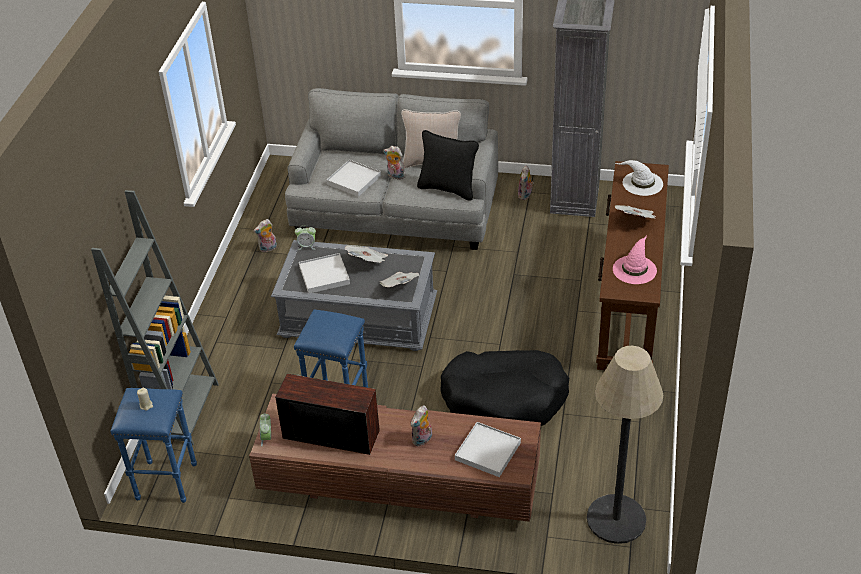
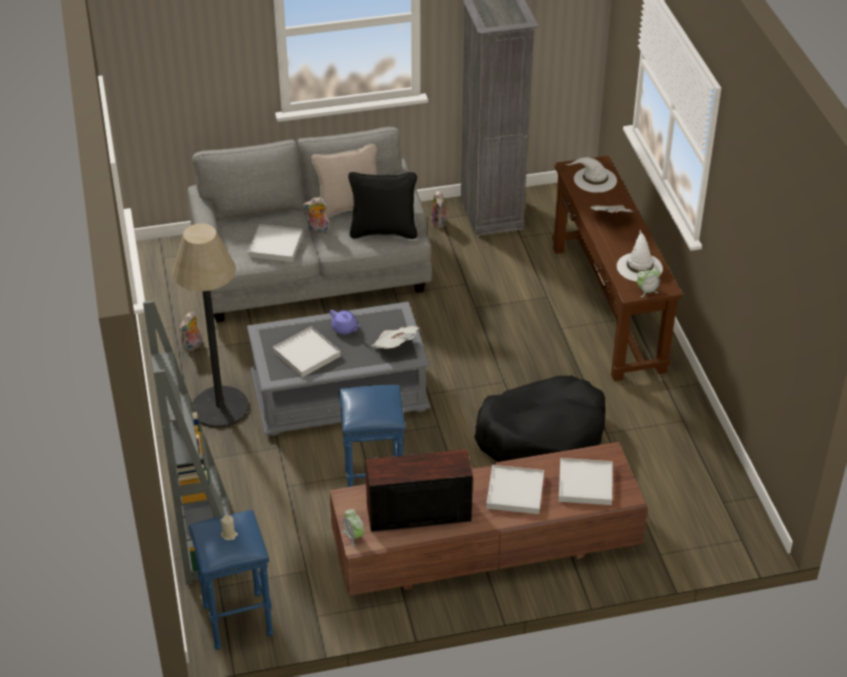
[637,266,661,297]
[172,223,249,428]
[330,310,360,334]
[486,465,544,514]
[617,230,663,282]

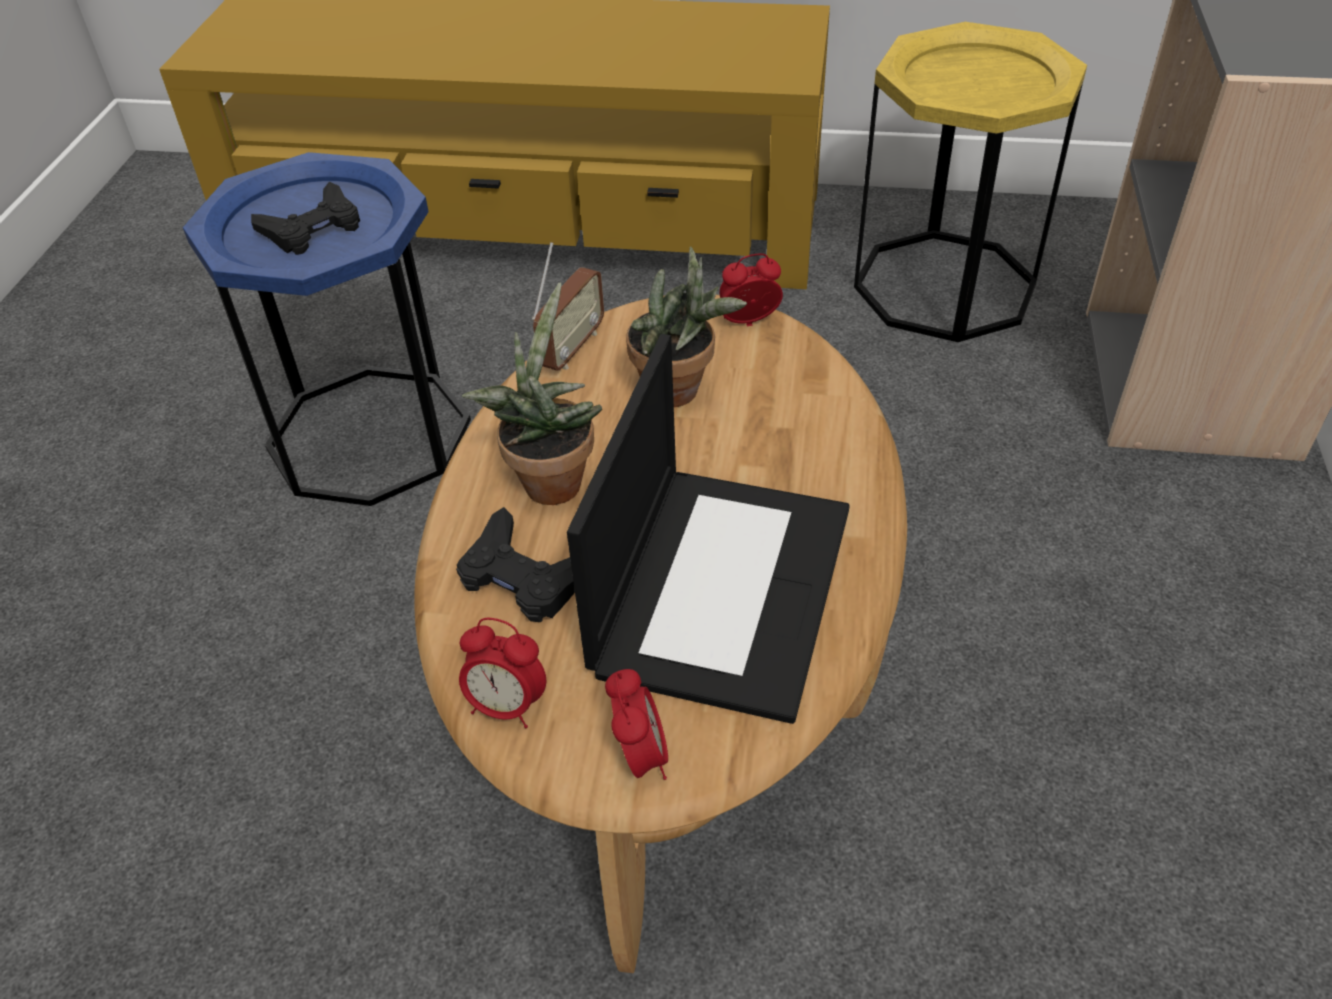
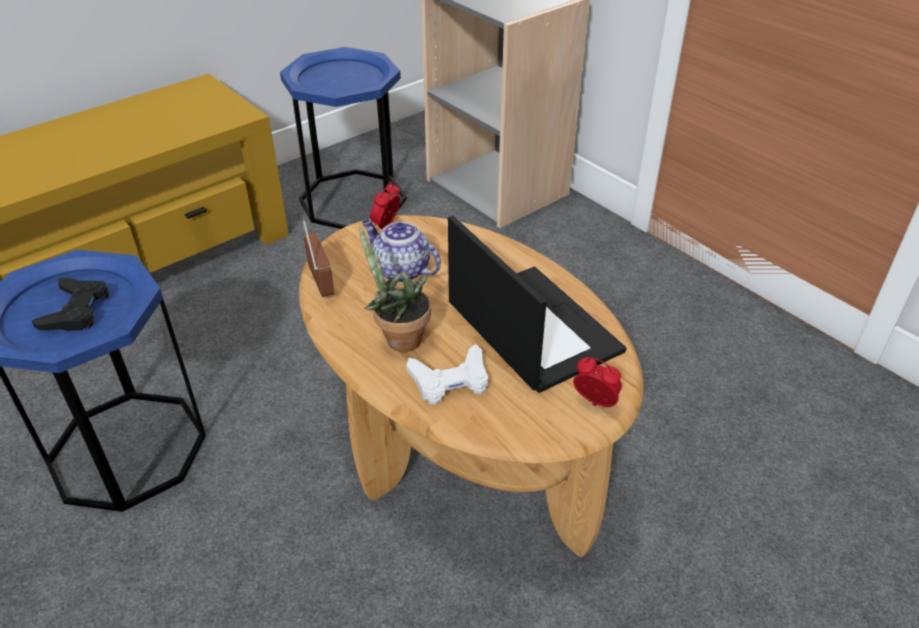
[459,618,546,728] (first image)
[362,219,441,283]
[406,344,488,405]
[280,47,407,229]

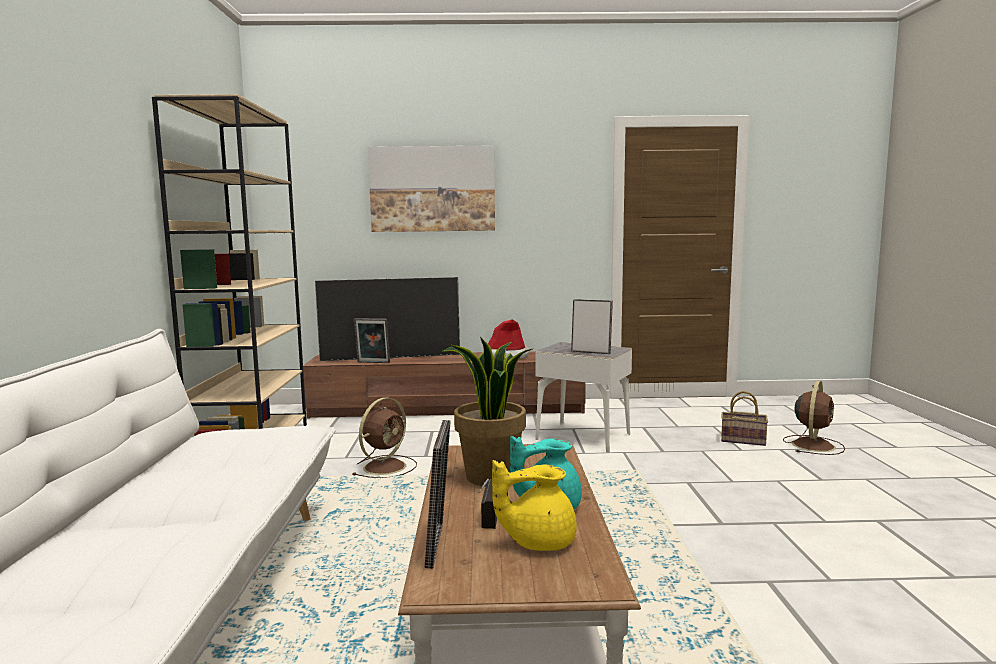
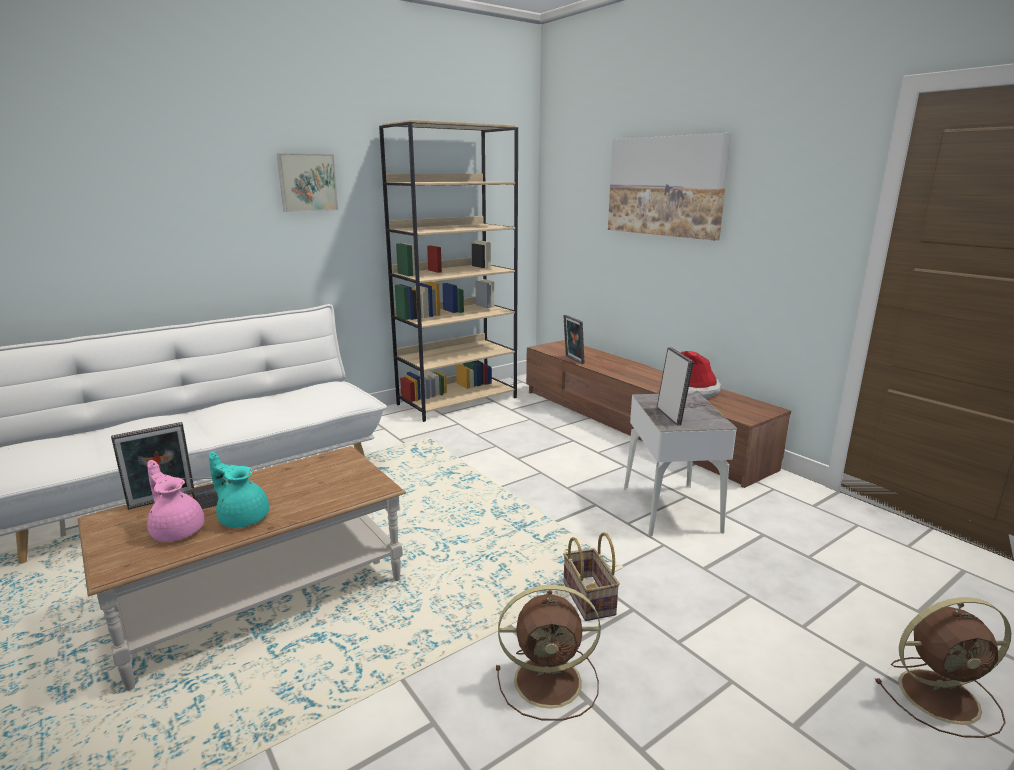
[315,277,460,361] (first image)
[442,337,533,486] (first image)
[277,153,338,212]
[496,585,601,721]
[563,532,620,621]
[147,460,205,542]

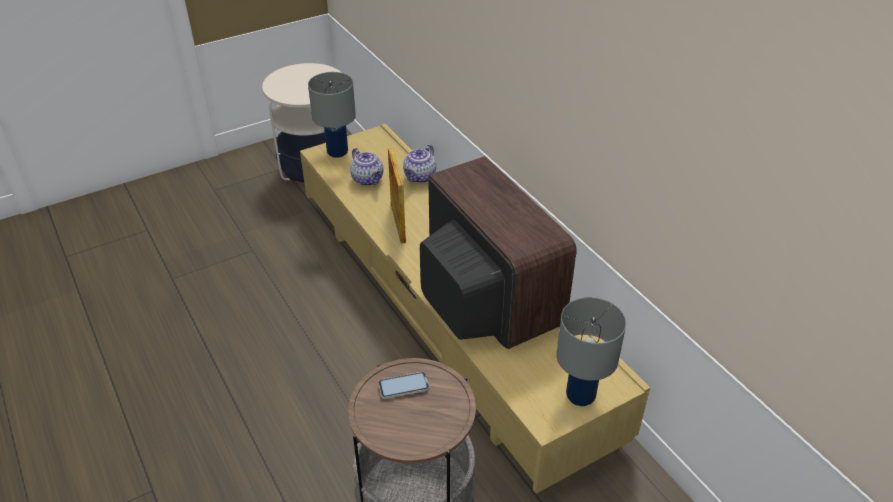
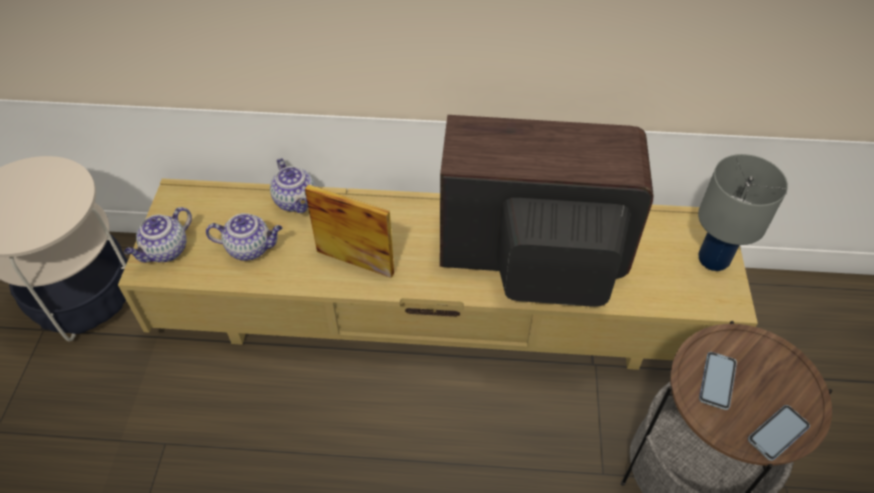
[748,405,810,461]
[124,207,192,263]

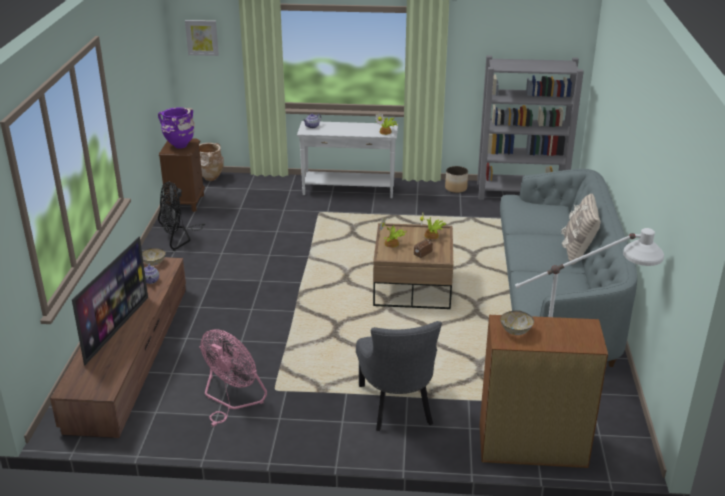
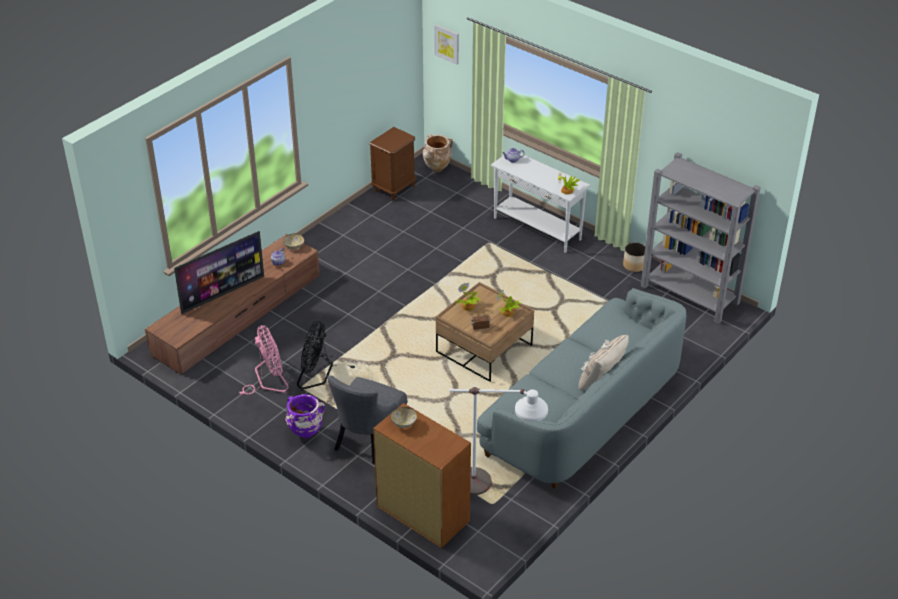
[286,394,325,438]
[297,321,356,391]

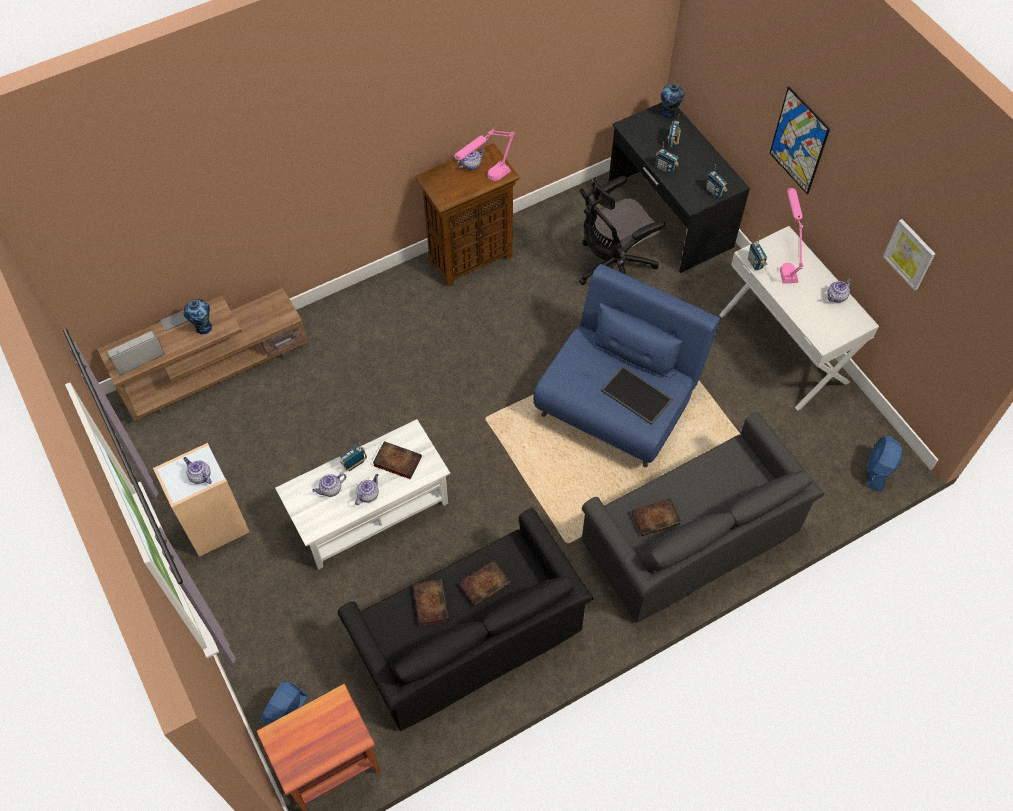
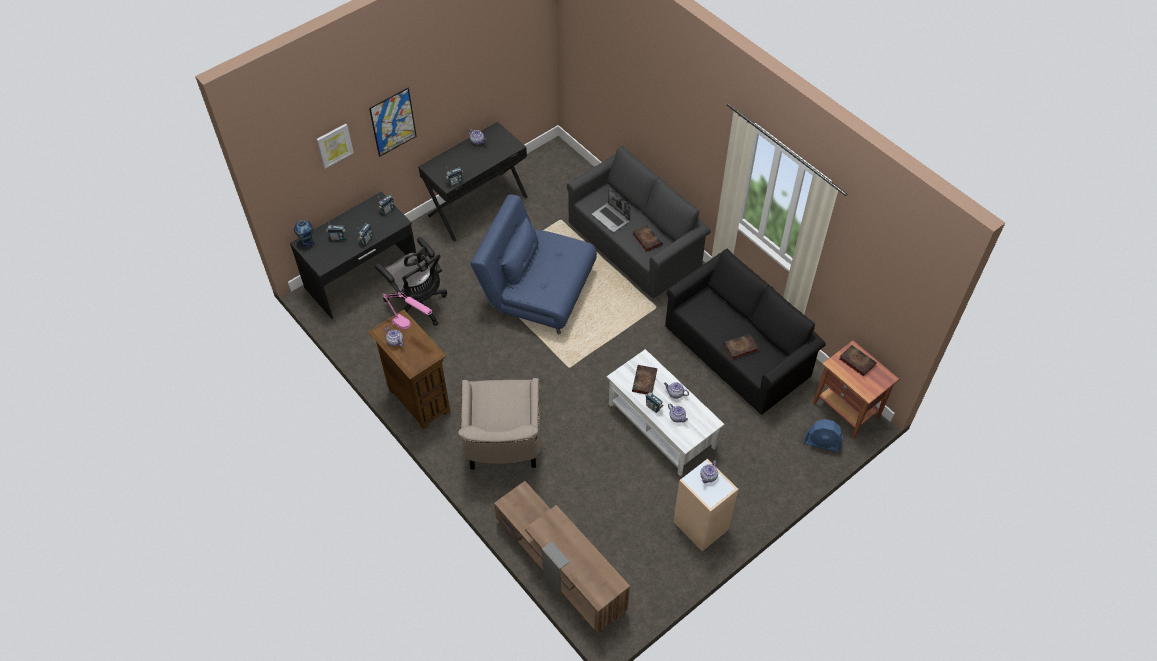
[184,299,212,334] (first image)
[601,366,673,425] (first image)
[780,188,804,284] (first image)
[866,436,902,492] (first image)
[458,378,541,470]
[592,188,631,232]
[839,345,877,377]
[317,124,354,169]
[418,122,528,242]

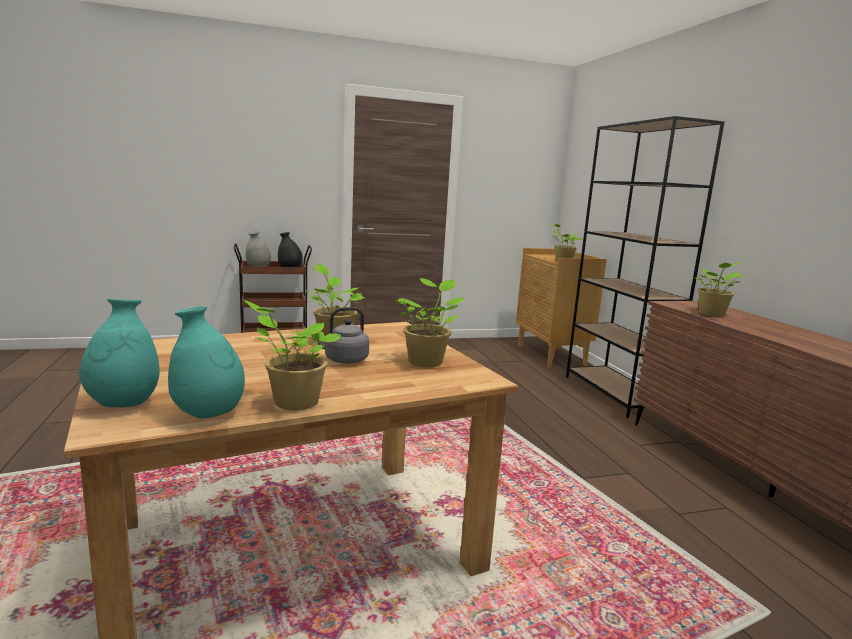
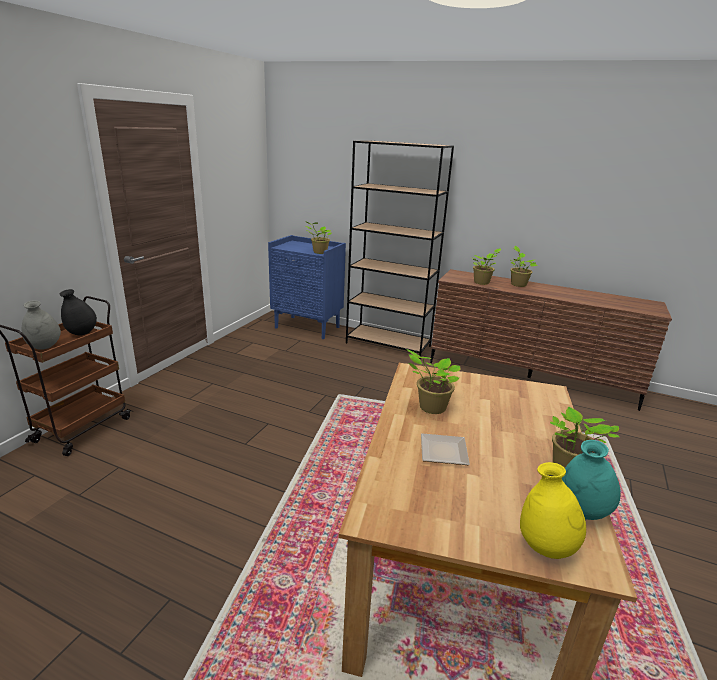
[317,307,369,364] (first image)
[421,433,470,465]
[510,246,538,287]
[520,462,586,559]
[268,235,346,339]

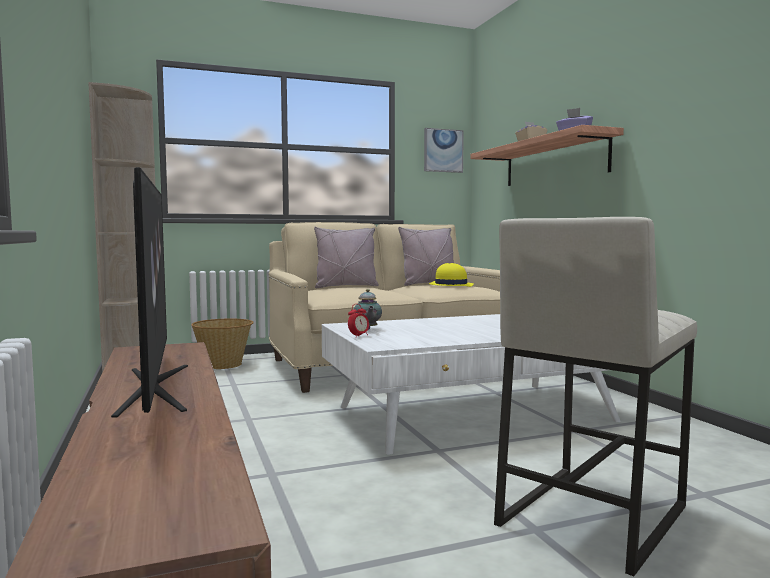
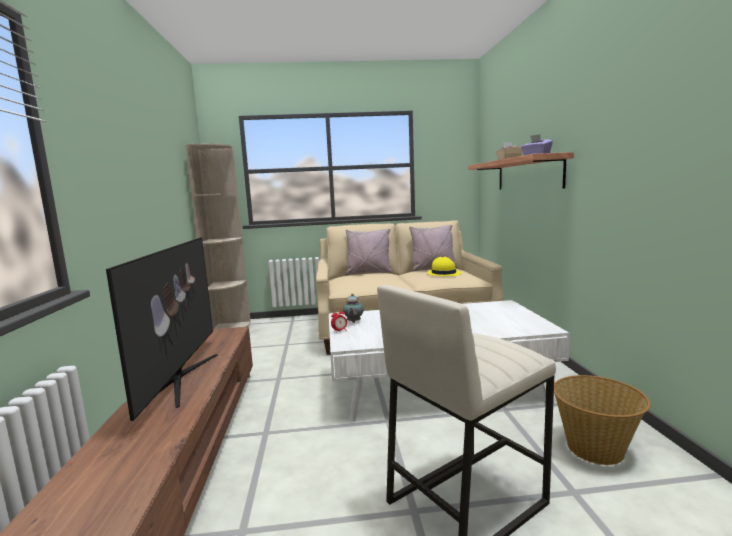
[424,128,464,173] (first image)
[554,375,651,465]

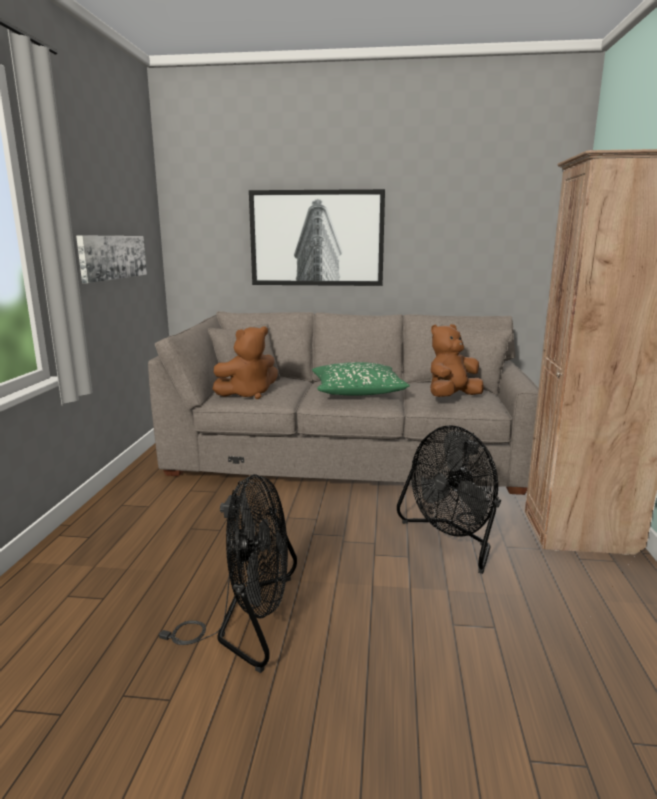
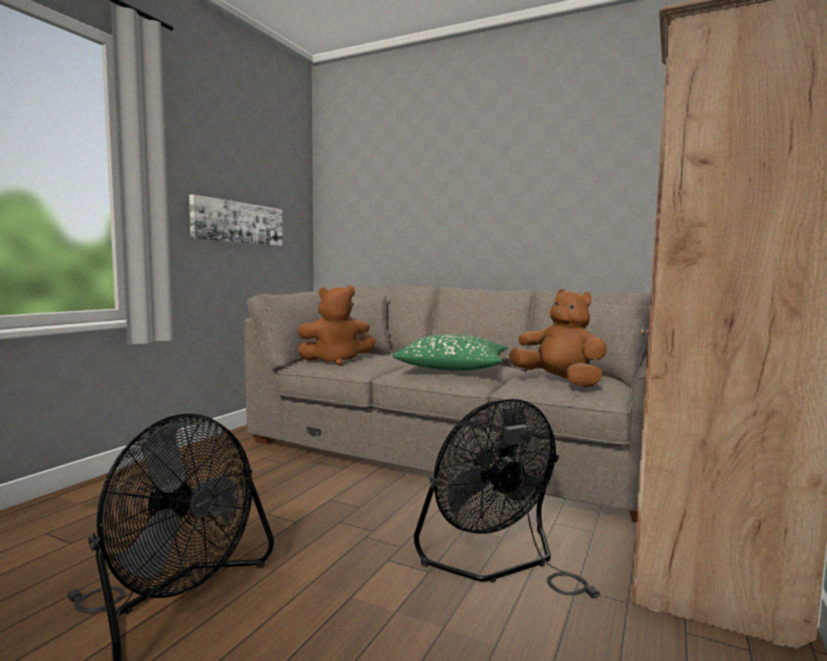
[249,189,385,286] (first image)
[414,399,599,598]
[509,289,607,387]

